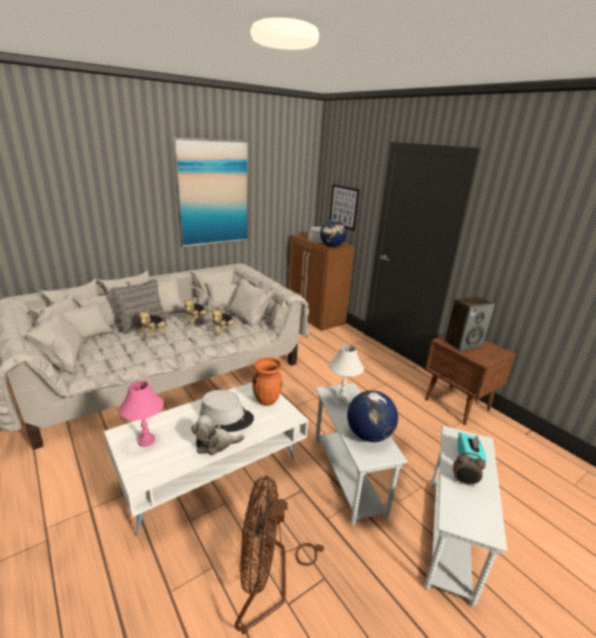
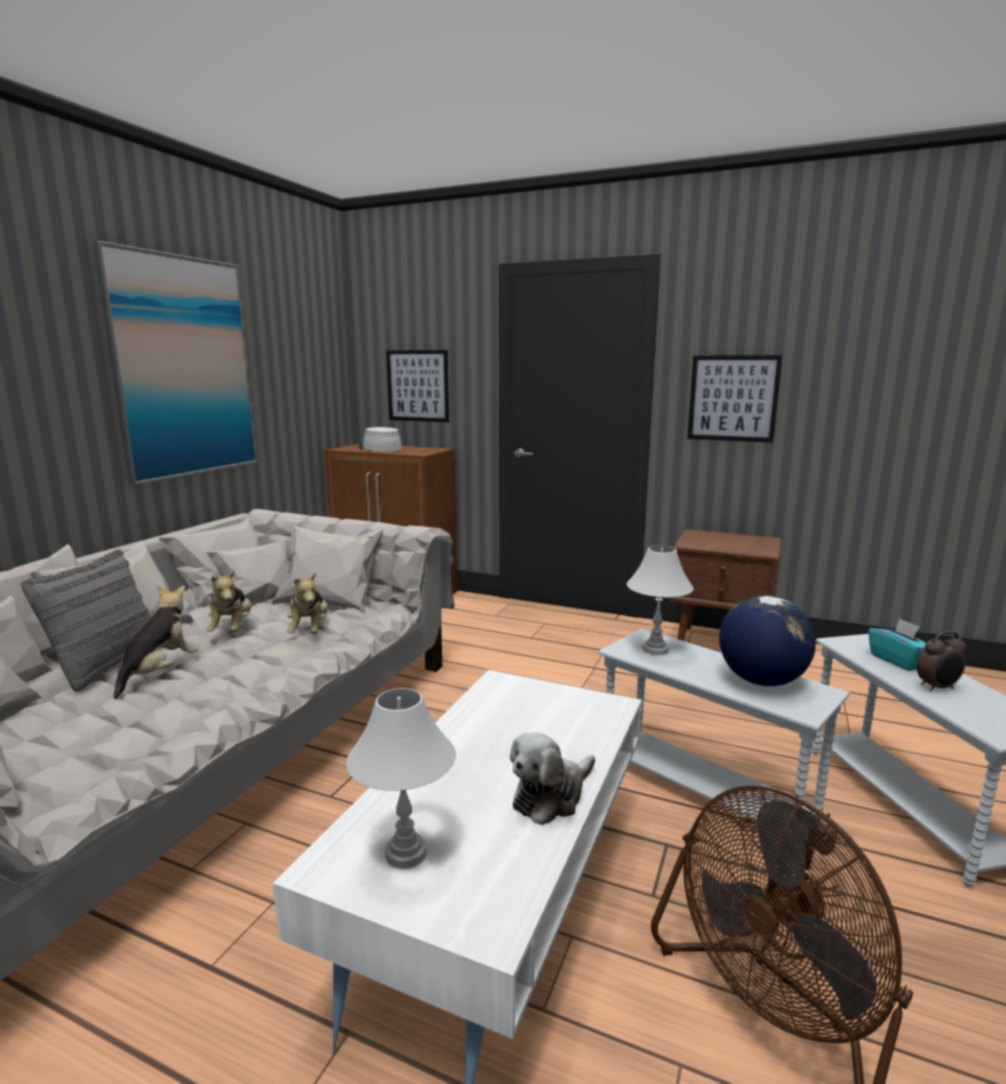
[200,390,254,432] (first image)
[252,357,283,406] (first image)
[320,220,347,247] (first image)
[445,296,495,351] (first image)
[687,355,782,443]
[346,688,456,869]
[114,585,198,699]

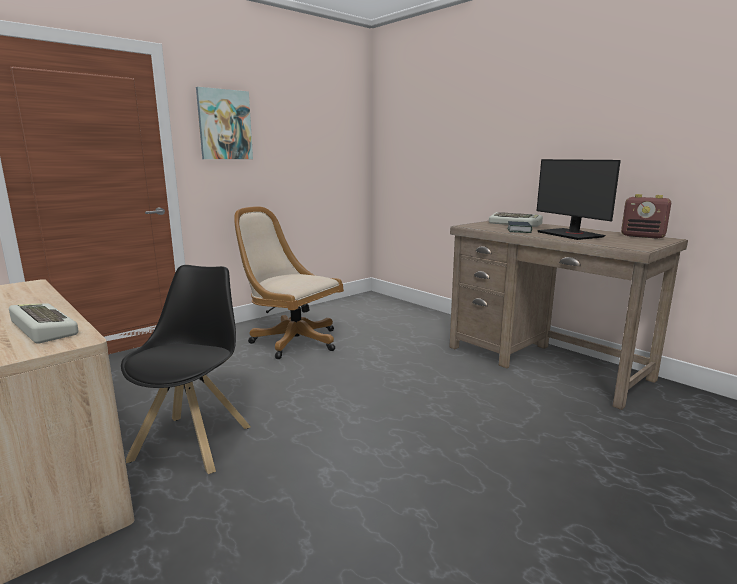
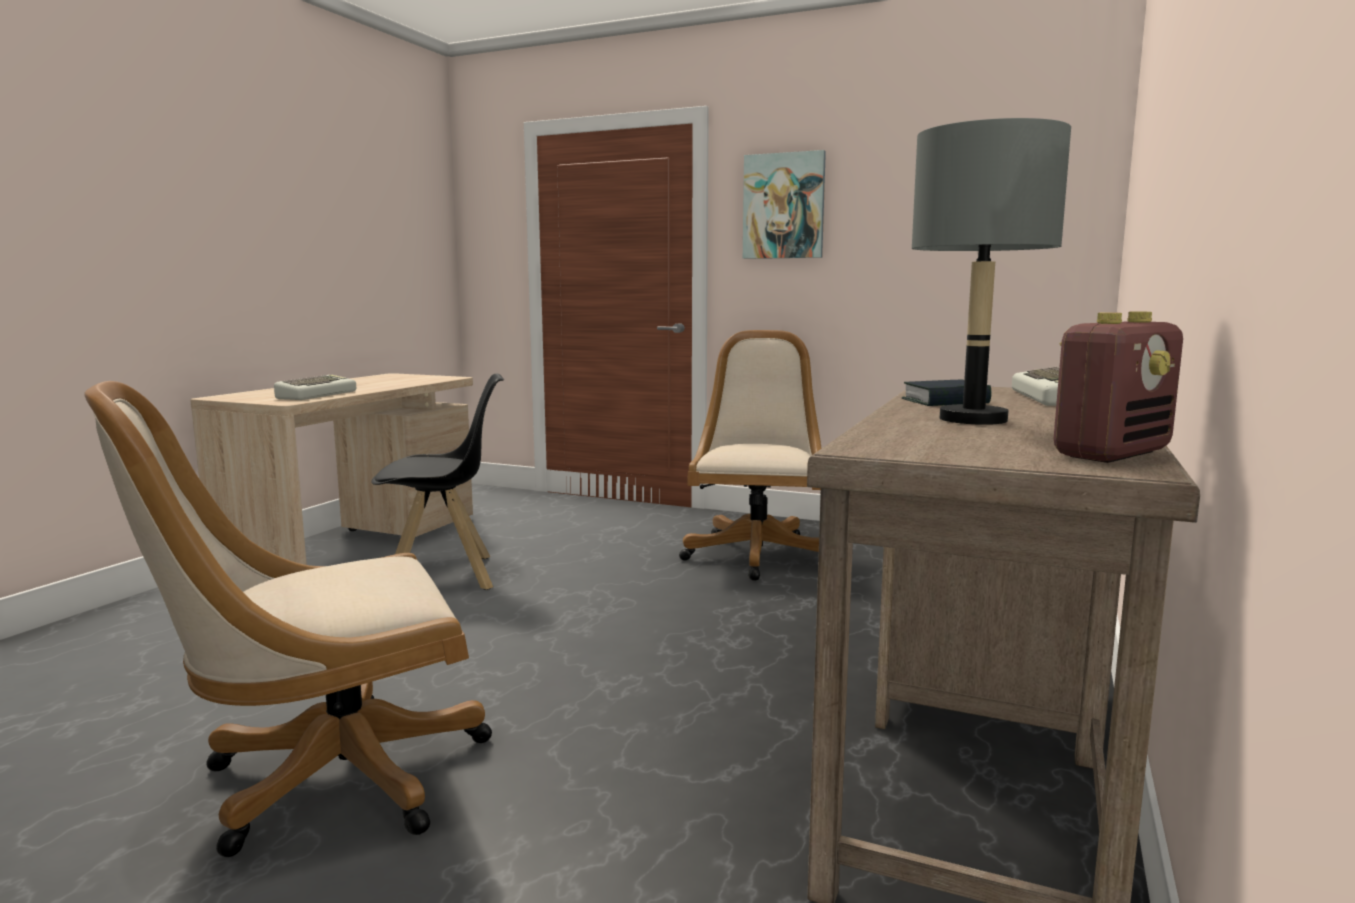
[84,381,492,857]
[912,118,1071,425]
[1054,311,1183,463]

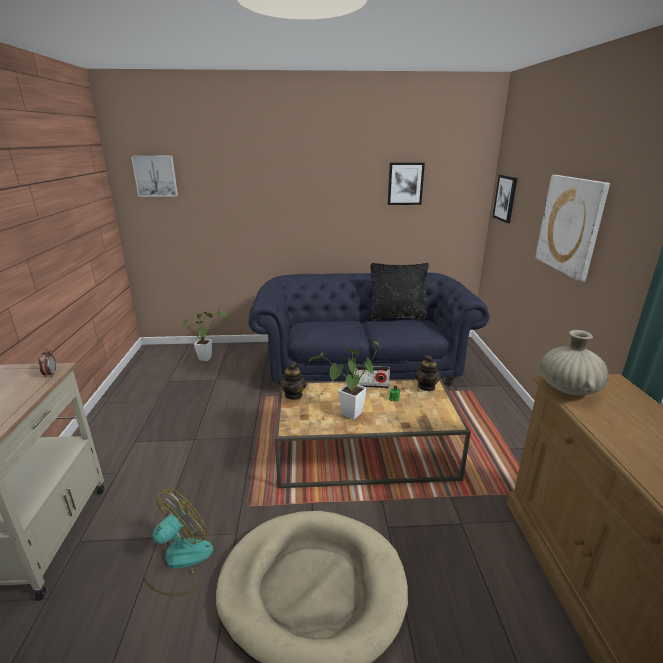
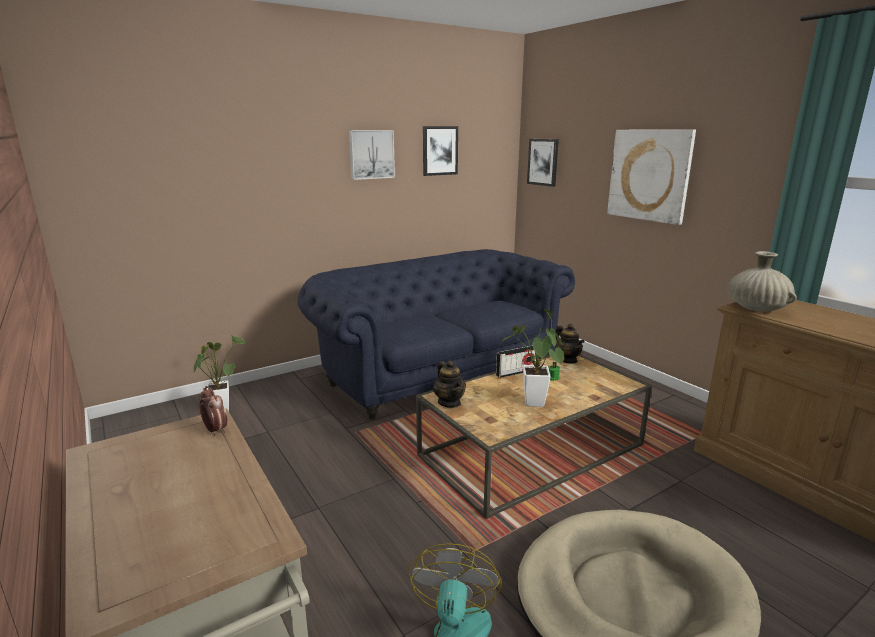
[370,263,429,320] (first image)
[349,130,395,180]

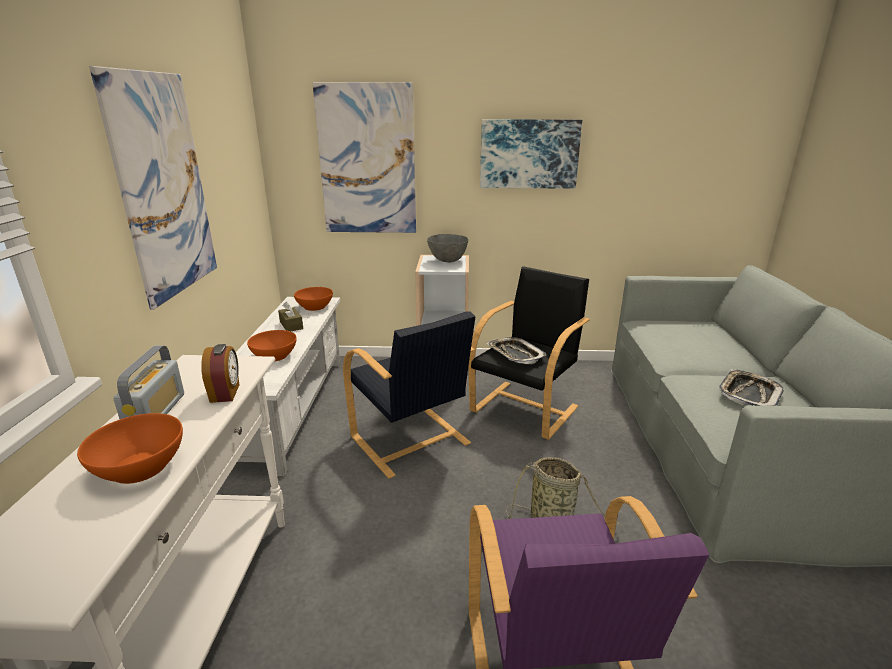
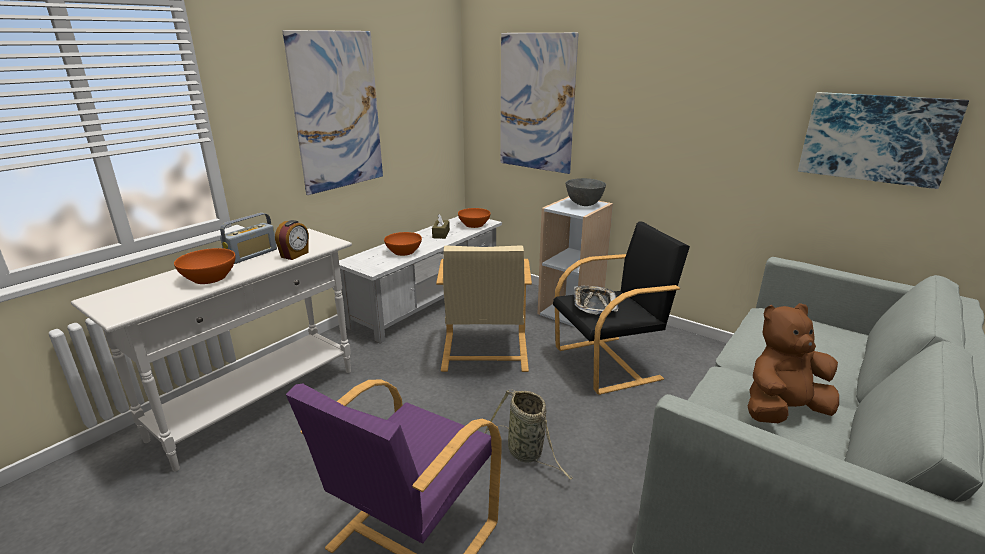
[798,92,969,189]
[748,303,839,423]
[436,245,532,372]

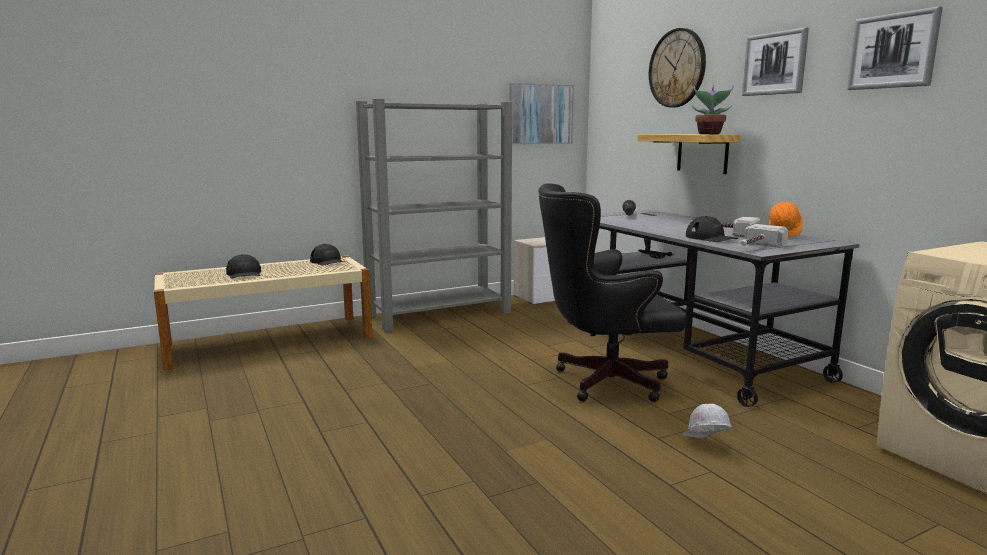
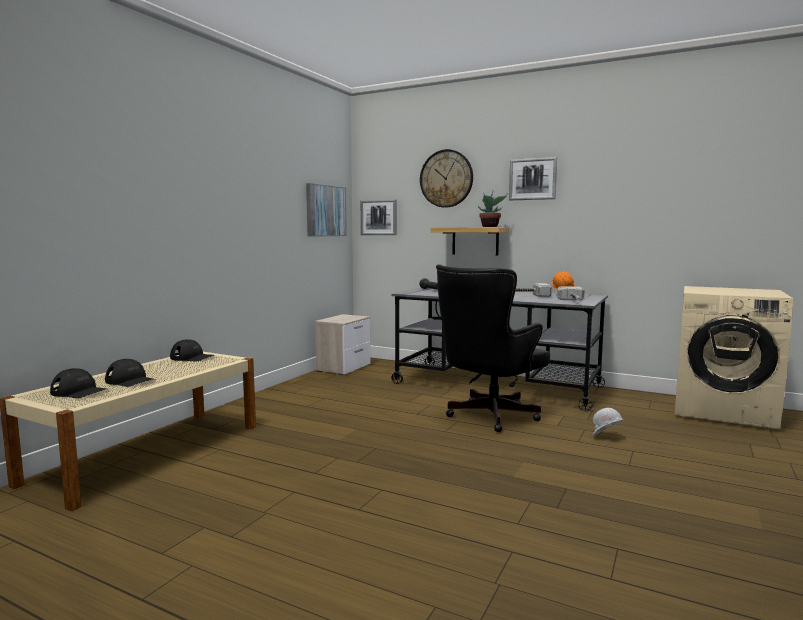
[356,98,512,332] (first image)
[50,368,106,398]
[361,199,397,235]

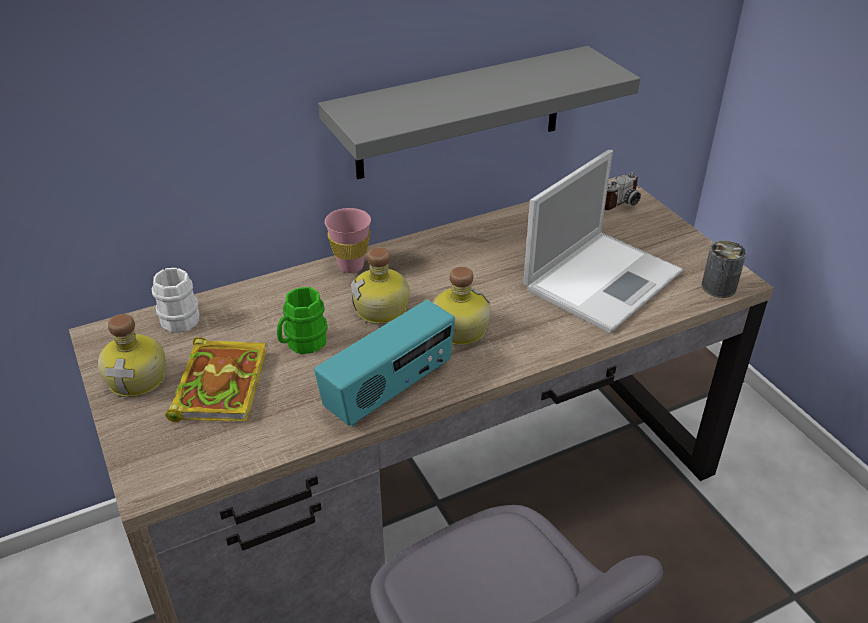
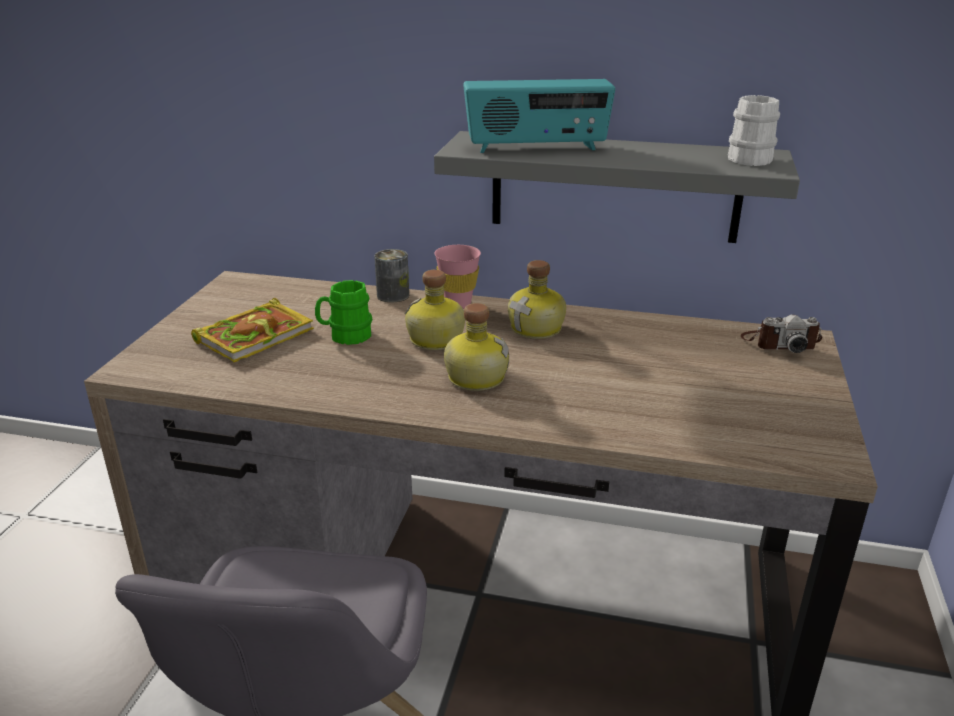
[523,150,683,333] (first image)
[508,260,566,339]
[728,95,780,166]
[463,79,615,153]
[374,249,409,303]

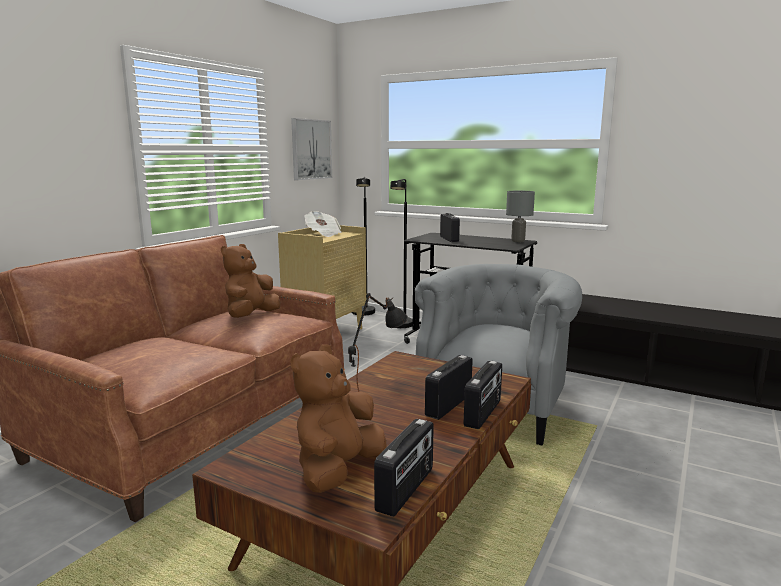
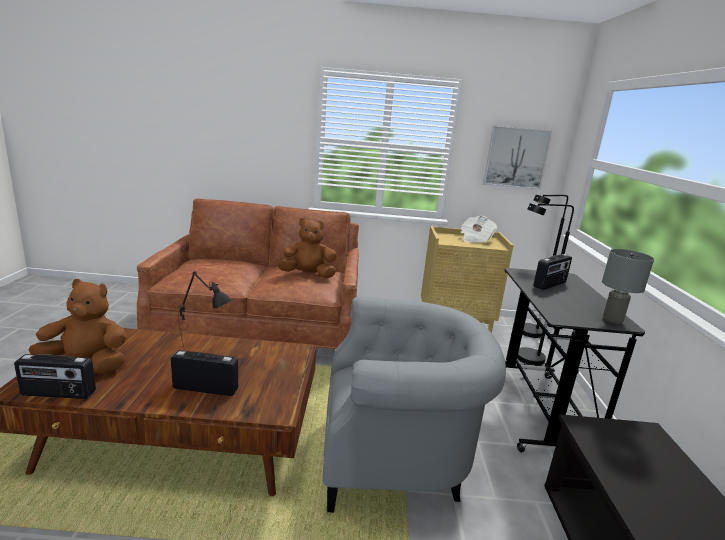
[464,361,502,429] (first image)

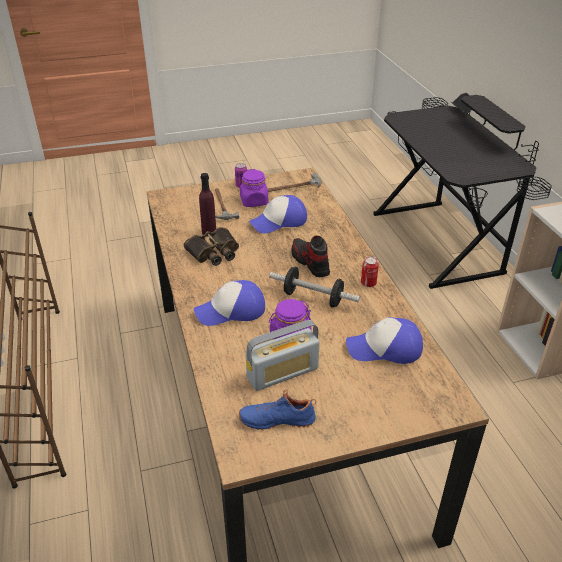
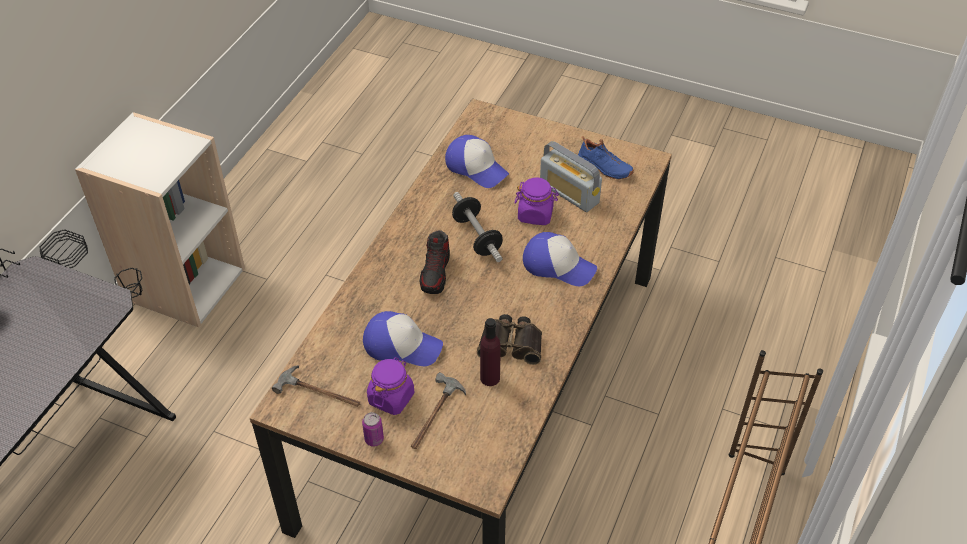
[361,256,379,287] (first image)
[540,141,602,212]

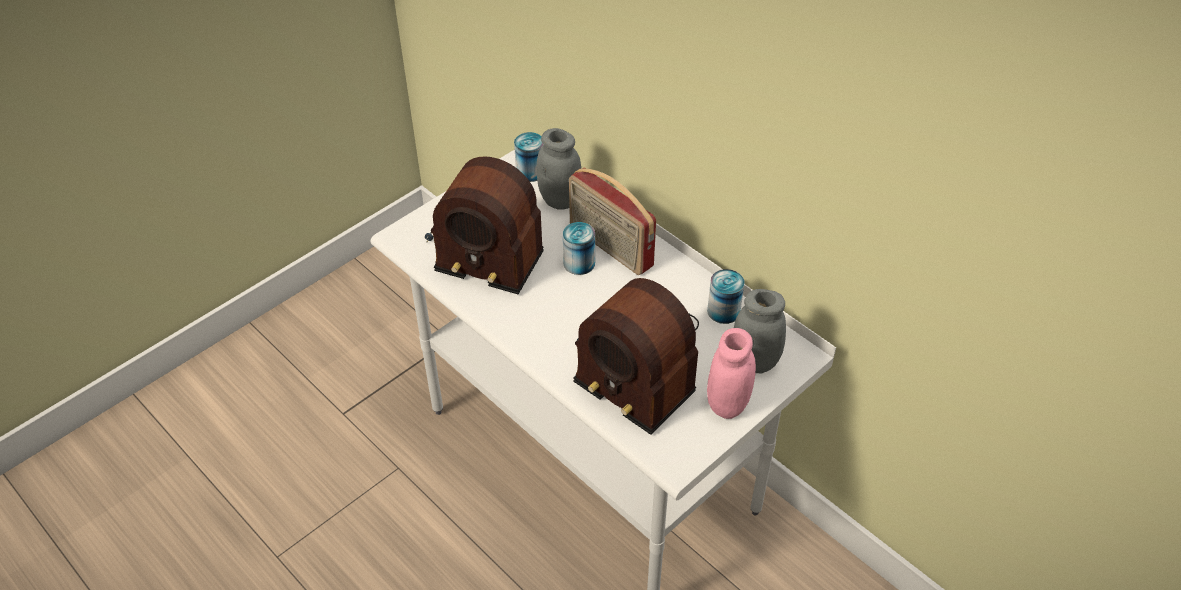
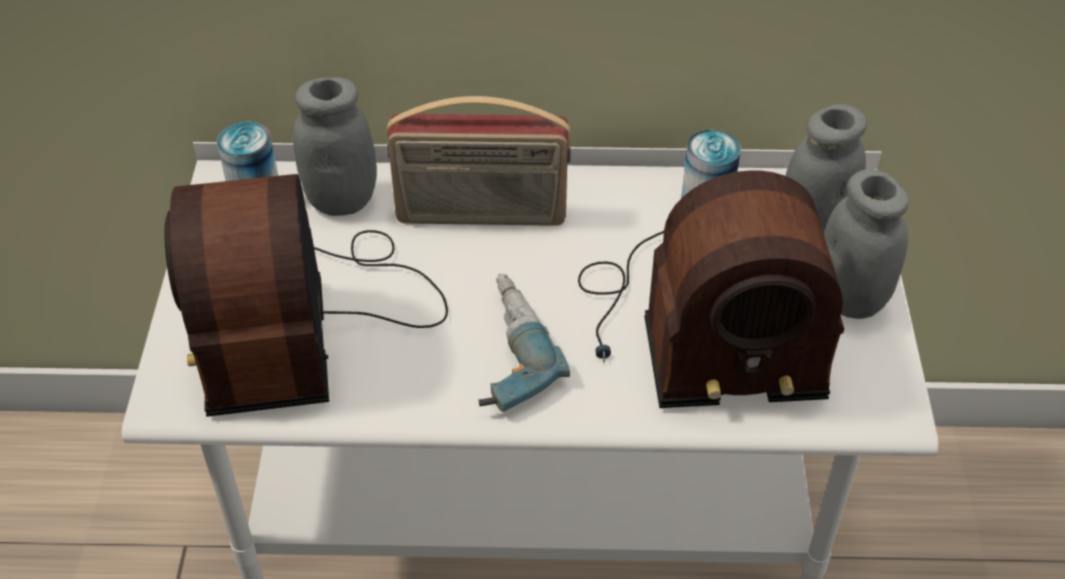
[563,222,595,275] (first image)
[479,273,570,412]
[824,169,909,319]
[165,174,448,417]

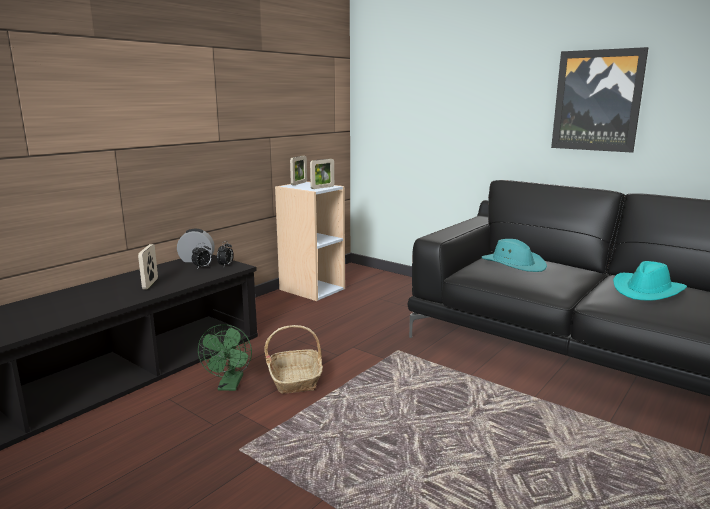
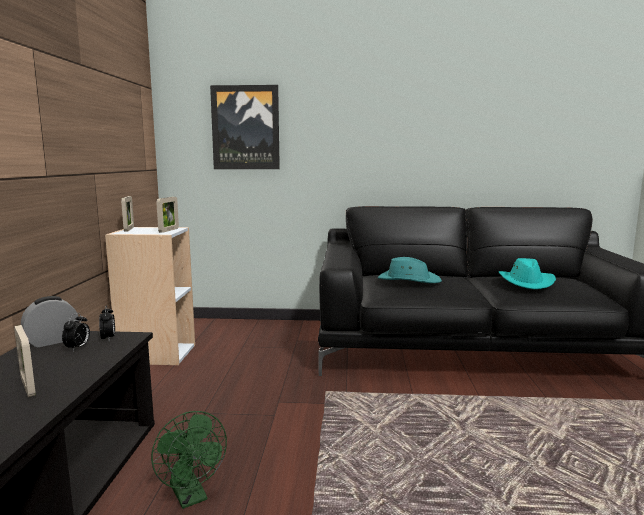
[264,325,323,394] (first image)
[210,85,280,169]

